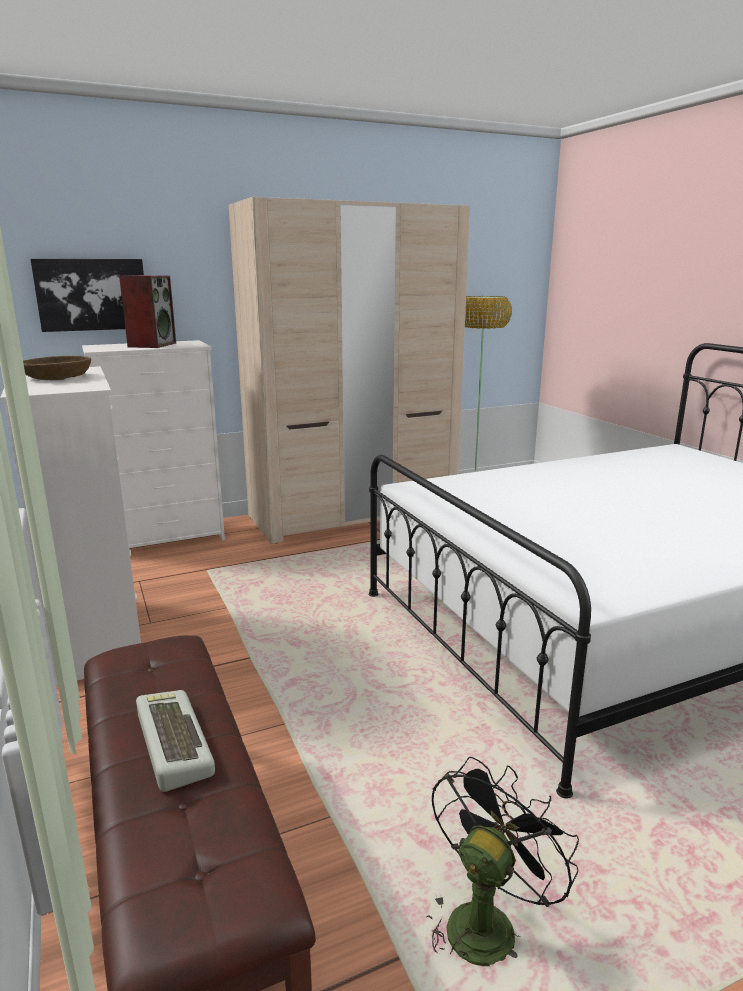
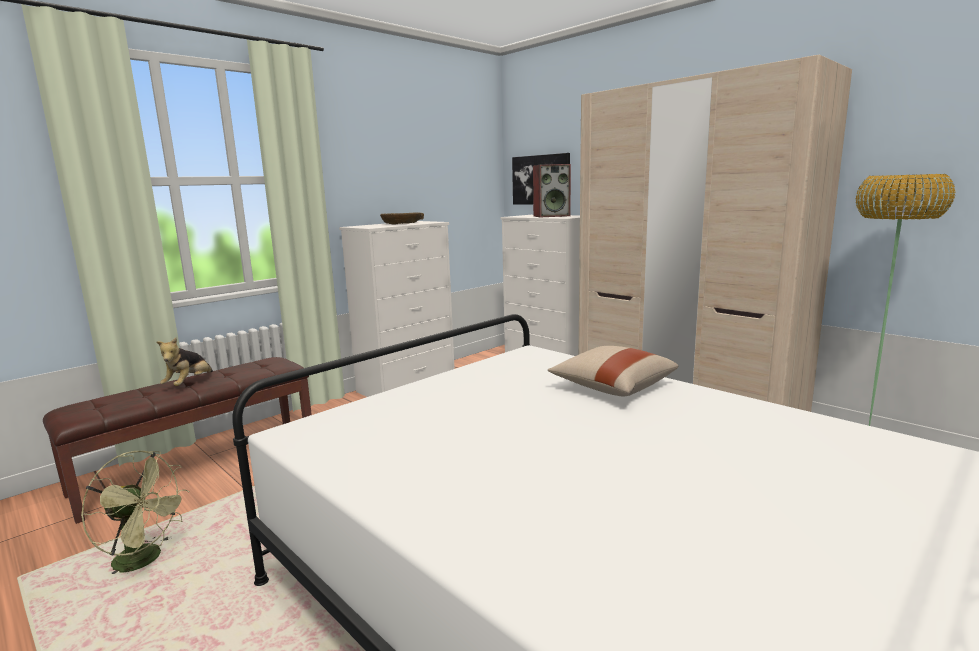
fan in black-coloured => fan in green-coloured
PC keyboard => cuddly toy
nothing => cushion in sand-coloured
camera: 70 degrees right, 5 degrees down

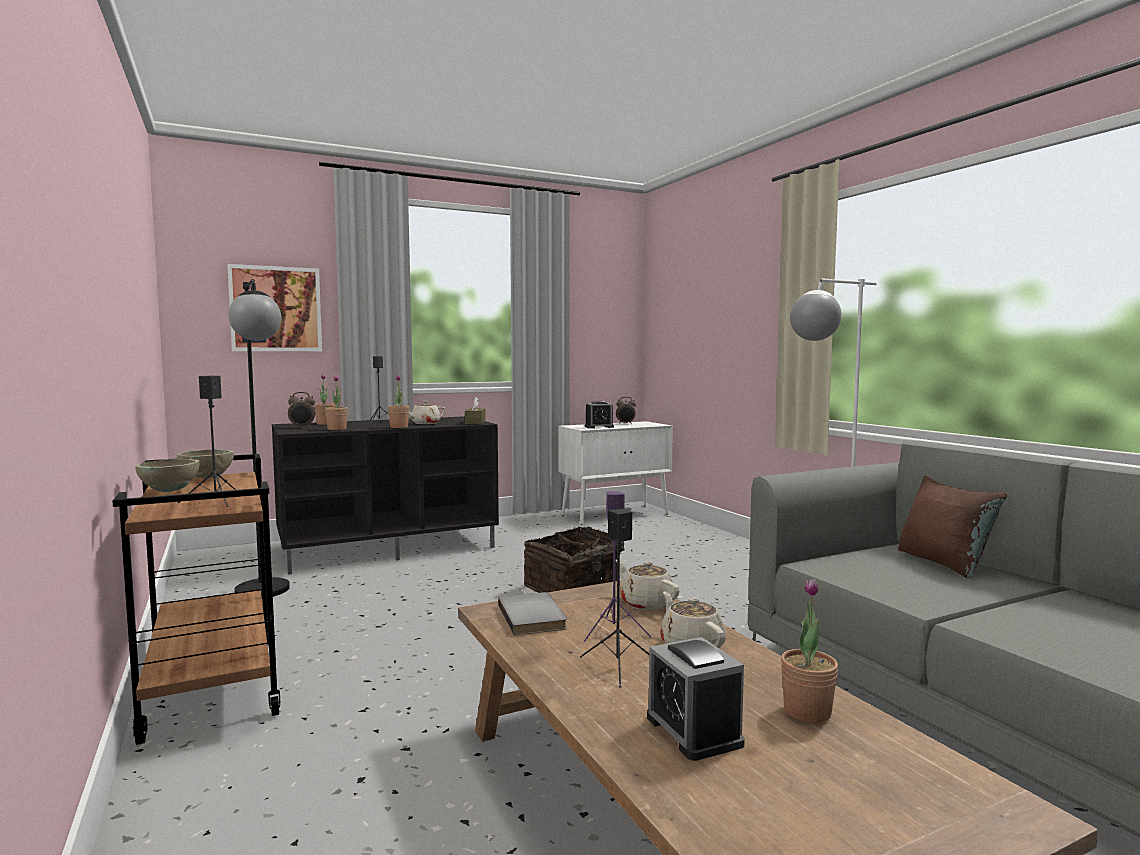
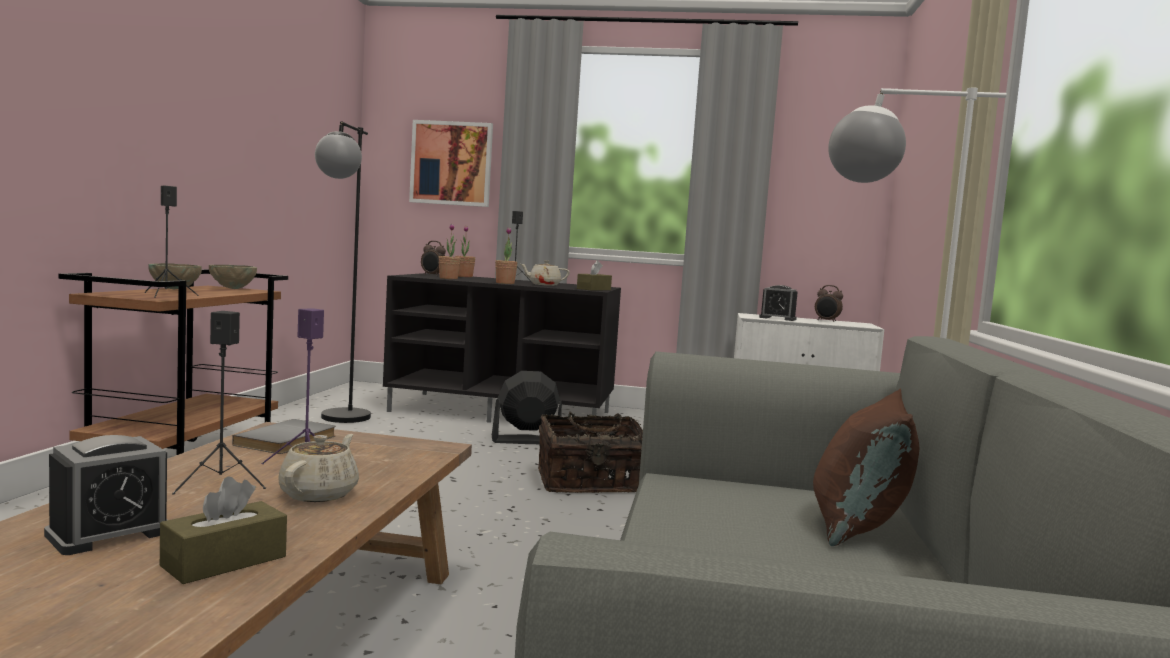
table clock (no. 4 from left in the first image) => table clock (no. 1 from left), 150 degrees counterclockwise
houseplant (no. 4 from left) => box of tissues in brown (no. 1 from left)
nothing => fan in black-coloured
tea pot in sand-coloured (no. 2 from left) => nothing
camera: 35 degrees right, 0 degrees up

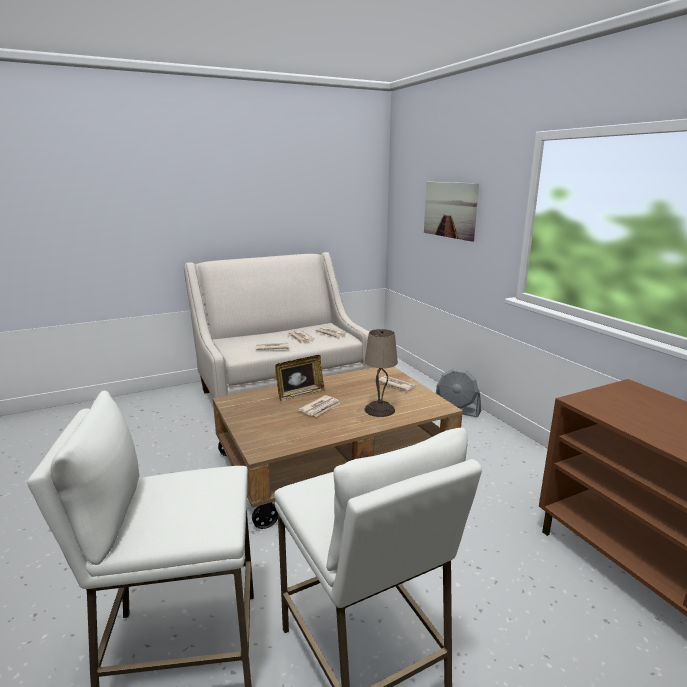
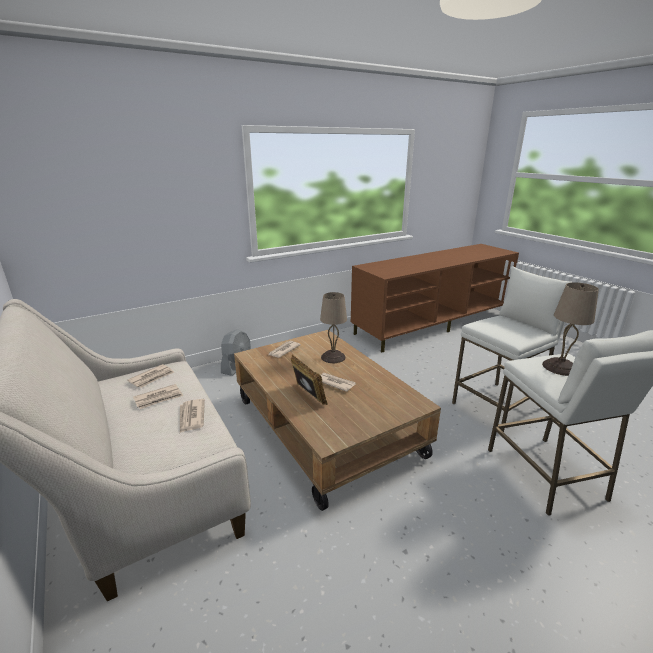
nothing => table lamp in sand-coloured (no. 2 from left)
picture => nothing
camera: 95 degrees left, 5 degrees up

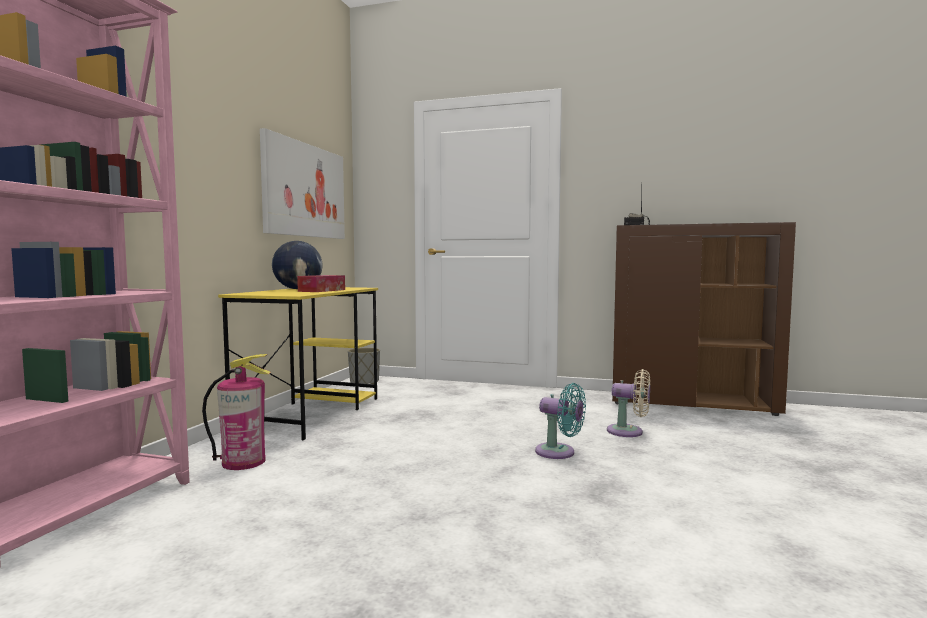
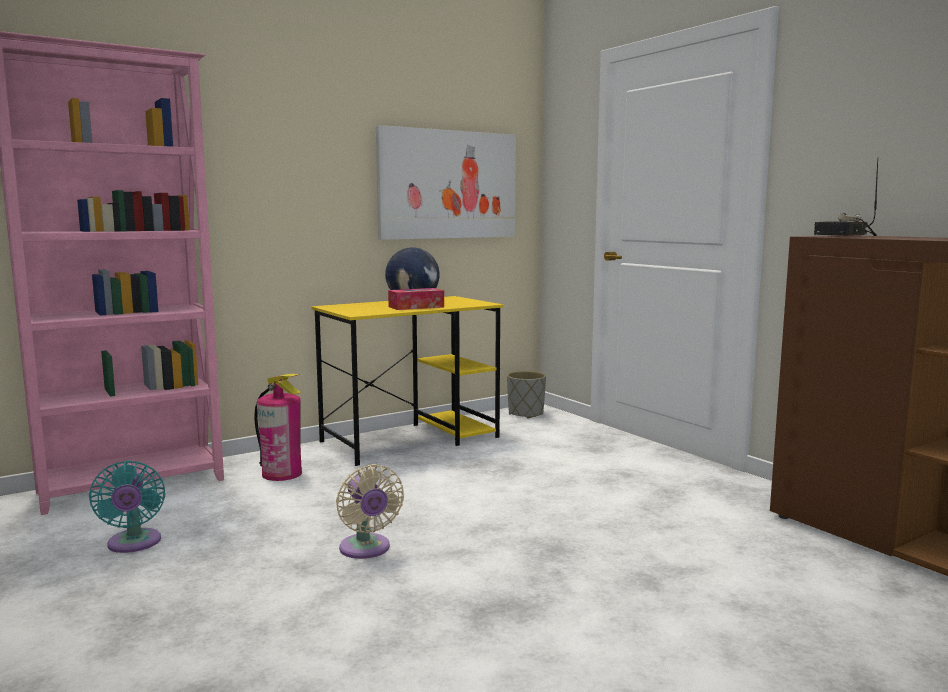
fan in blue-green, relocated
fan in sand-coloured, relocated
camera: 40 degrees right, 5 degrees up

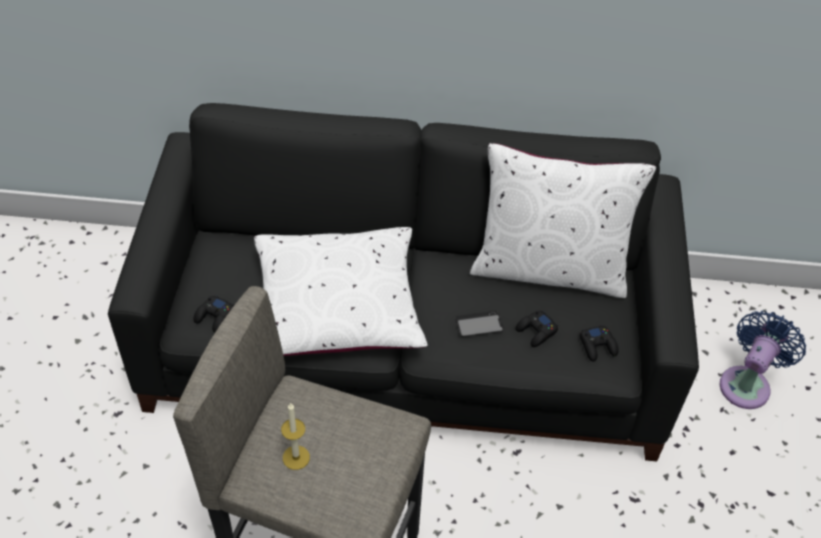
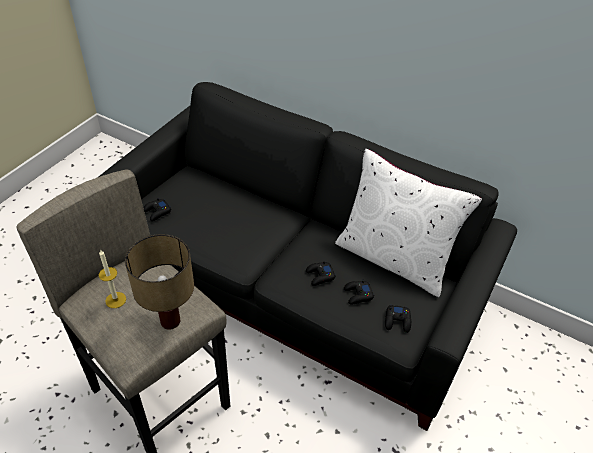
nothing => table lamp
phone => joypad in black-coloured (no. 2 from left)
cushion in white-coloured (no. 1 from left) => nothing
fan in blue-coloured => nothing
camera: 25 degrees right, 5 degrees down

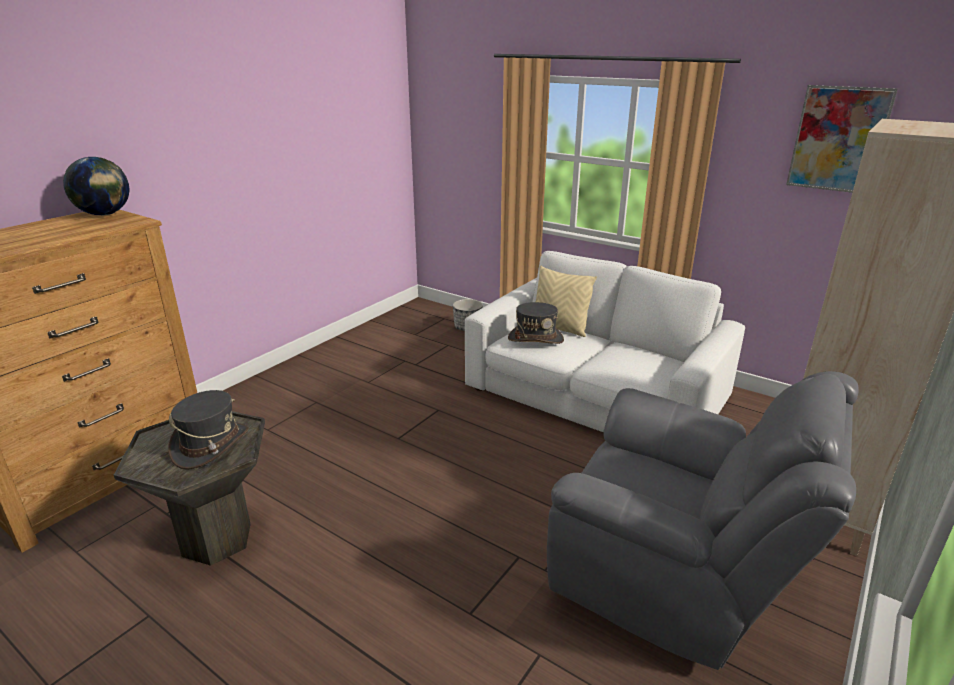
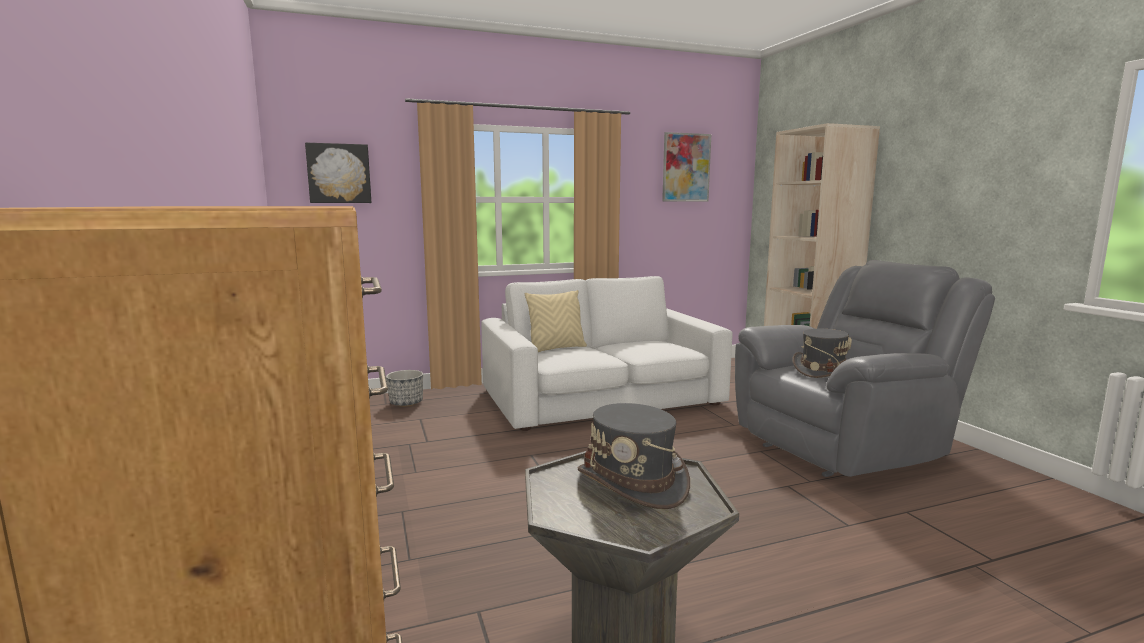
nothing => picture (no. 1 from left)
hat in greyish (no. 2 from left), relocated
globe => nothing
camera: 55 degrees left, 15 degrees down

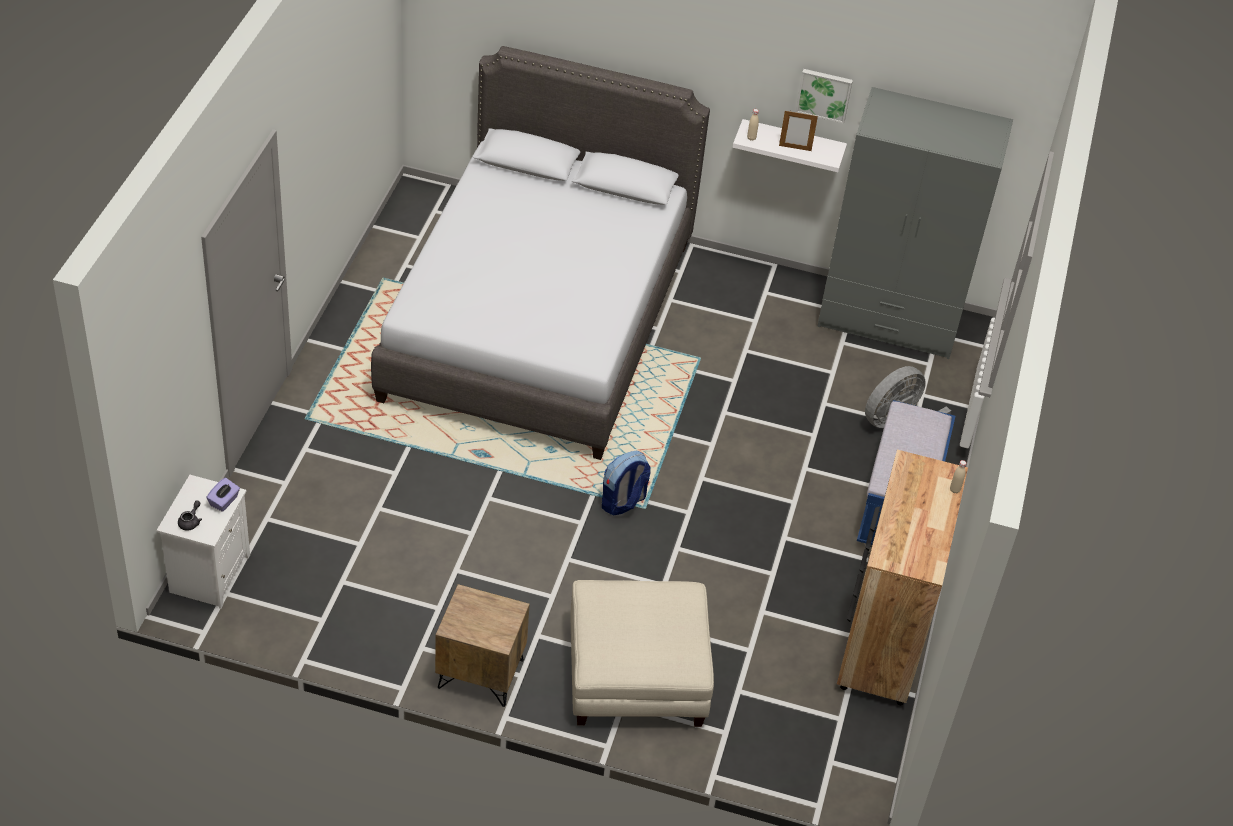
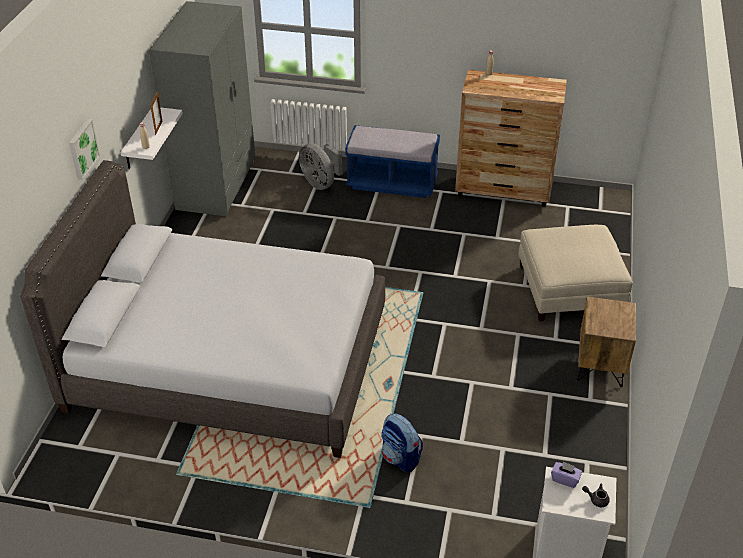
picture, relocated
knapsack, relocated
camera: 90 degrees left, 5 degrees down

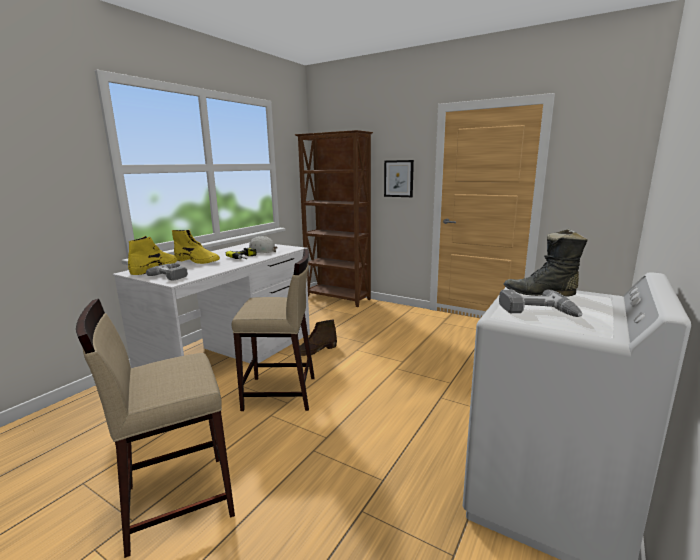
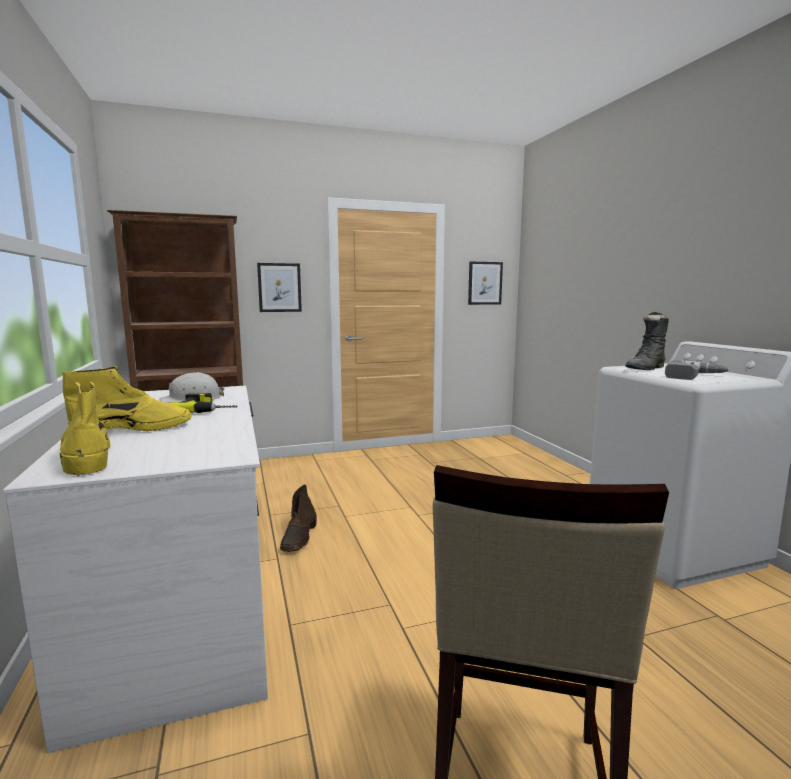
nothing => picture (no. 2 from left)
drill (no. 1 from left) => nothing
sitting stool in sand-coloured (no. 2 from left) => nothing
camera: 50 degrees left, 5 degrees down

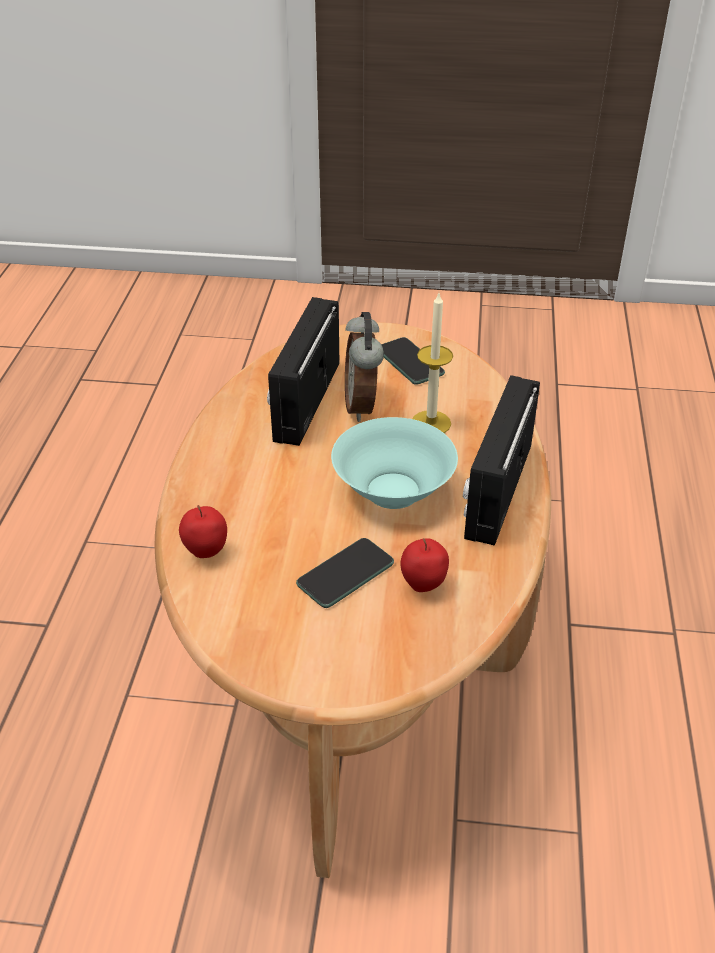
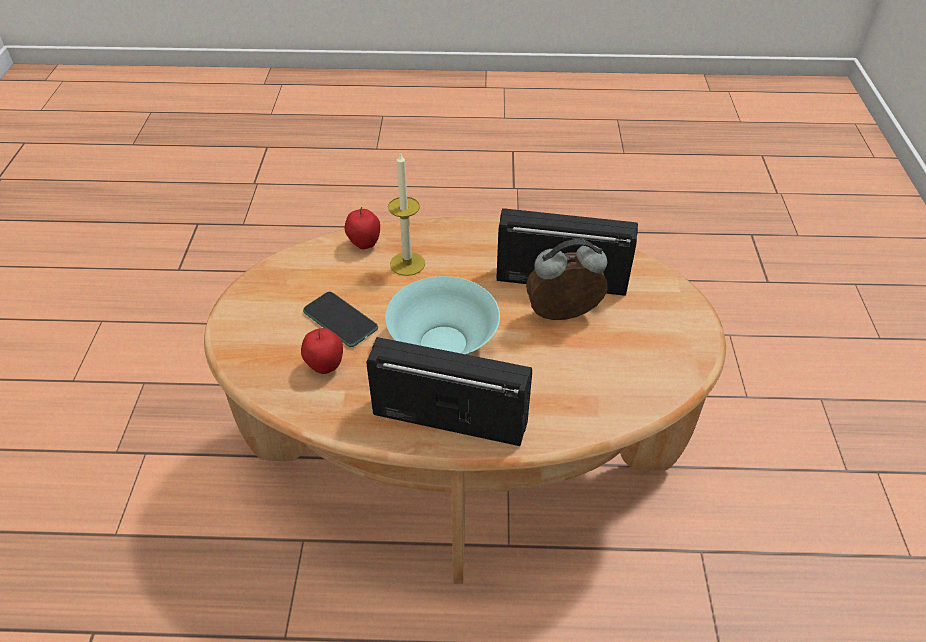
wax light, relocated
phone (no. 2 from left) => nothing
camera: 85 degrees right, 5 degrees up

